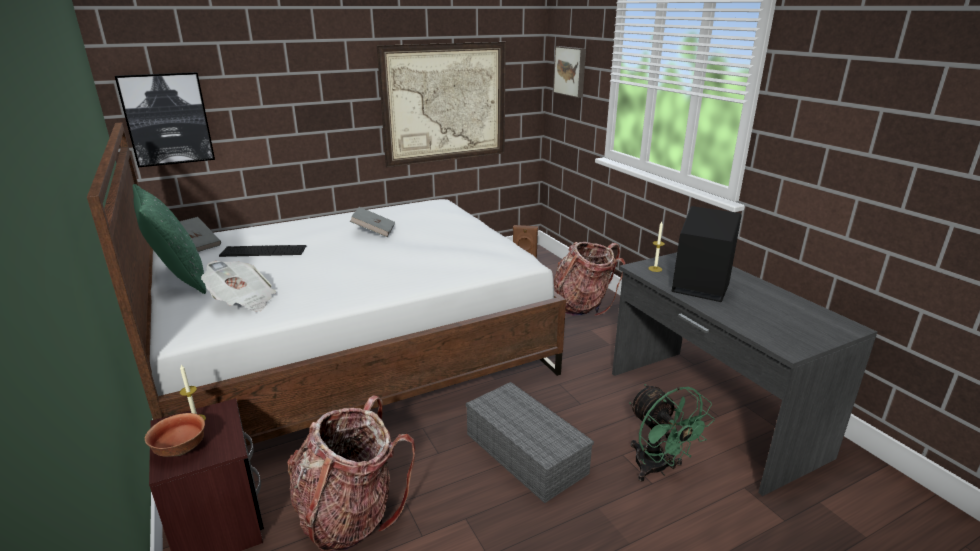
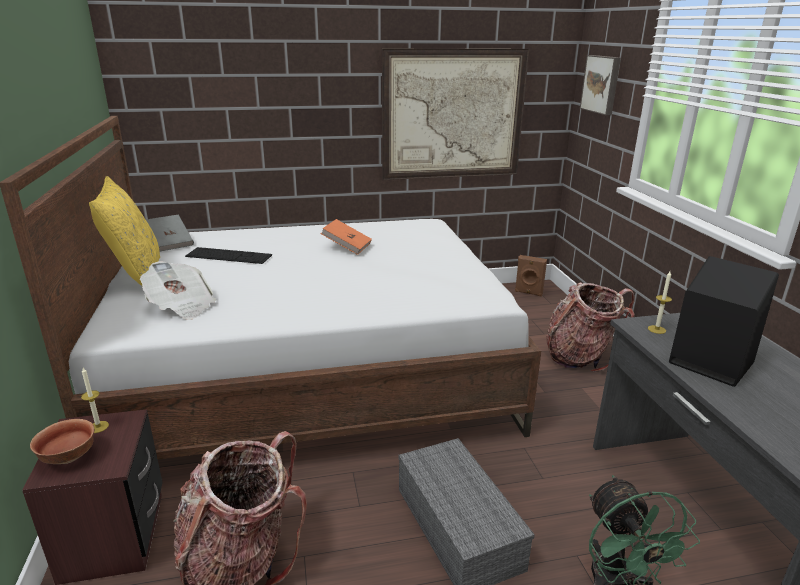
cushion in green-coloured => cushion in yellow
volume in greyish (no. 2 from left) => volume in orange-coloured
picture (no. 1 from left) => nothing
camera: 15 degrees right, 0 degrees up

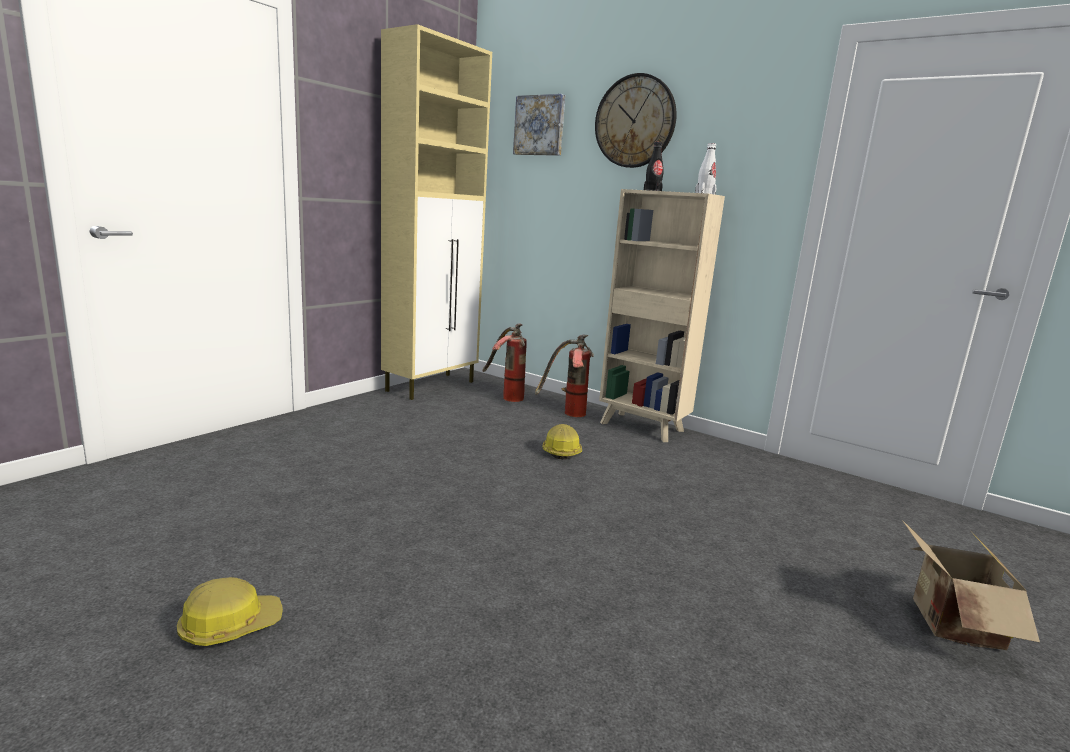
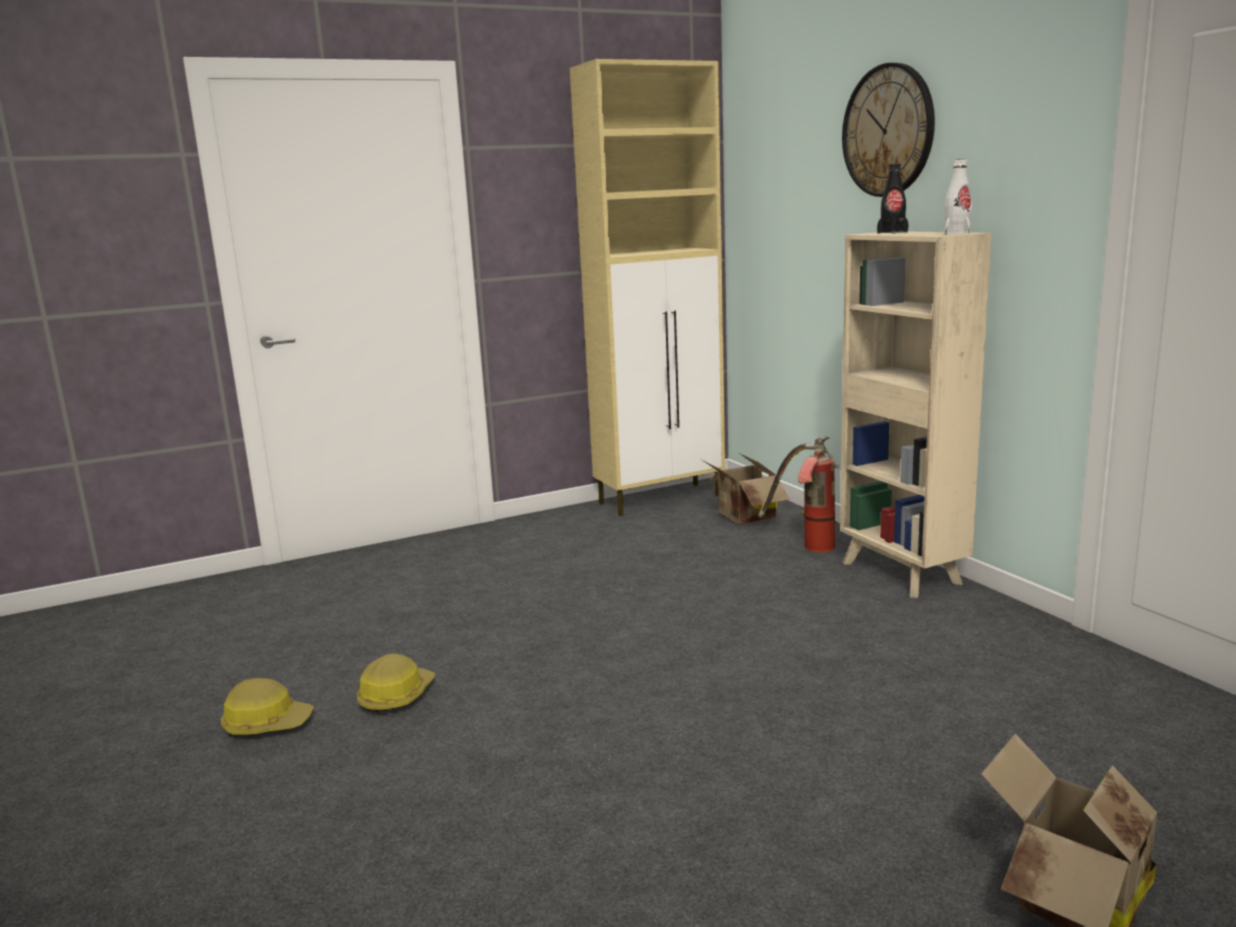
work helmet (no. 2 from left), relocated
fire extinguisher (no. 1 from left) => cardboard box (no. 1 from left)
picture => nothing
camera: 30 degrees right, 0 degrees up

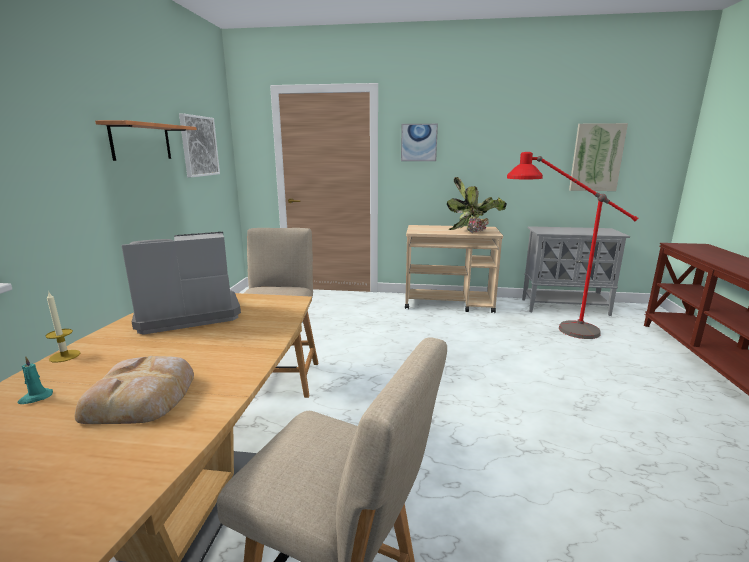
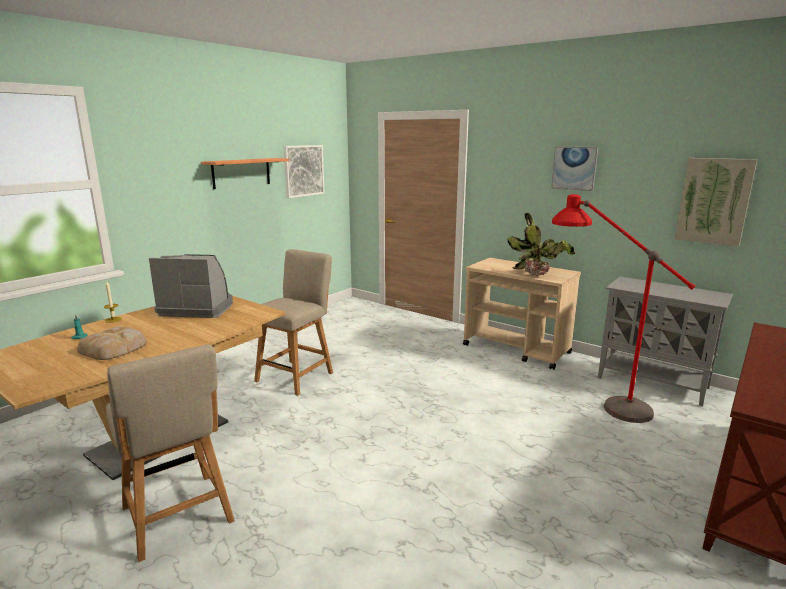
picture (no. 2 from left), relocated
camera: 30 degrees right, 0 degrees up

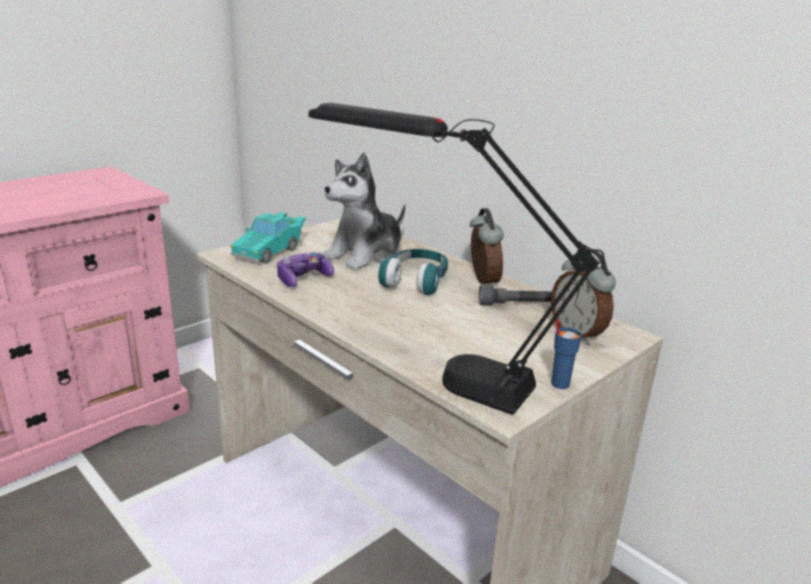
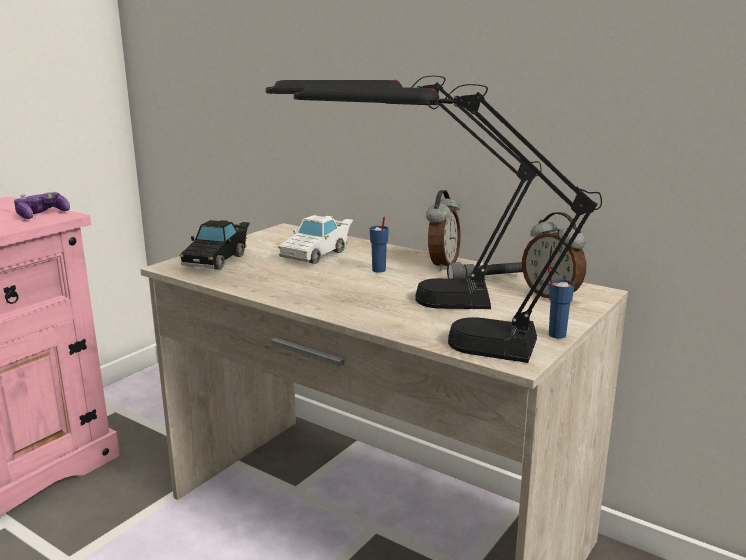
joypad, relocated
miniature car in blue-green => miniature car in black-coloured
nothing => table lamp in black-coloured (no. 1 from left)
cuddly toy => miniature car in white-coloured
headset in blue-green => drinking cup in blue-coloured (no. 1 from left)
table clock (no. 1 from left), 45 degrees clockwise
camera: 10 degrees left, 5 degrees down

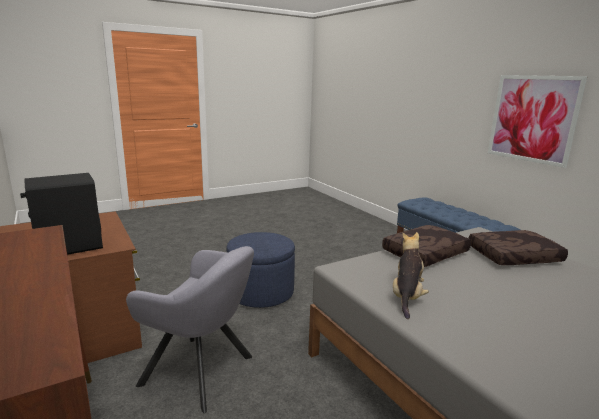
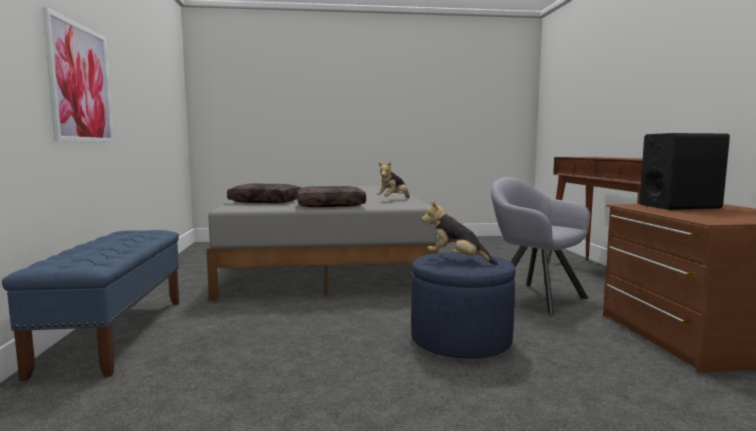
nothing => cuddly toy (no. 2 from left)
camera: 155 degrees left, 10 degrees down

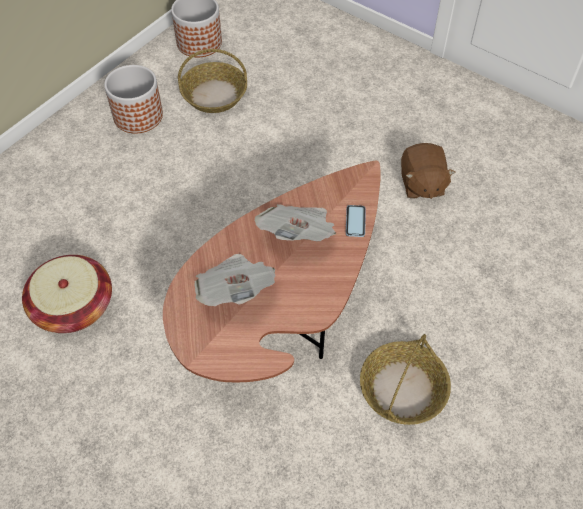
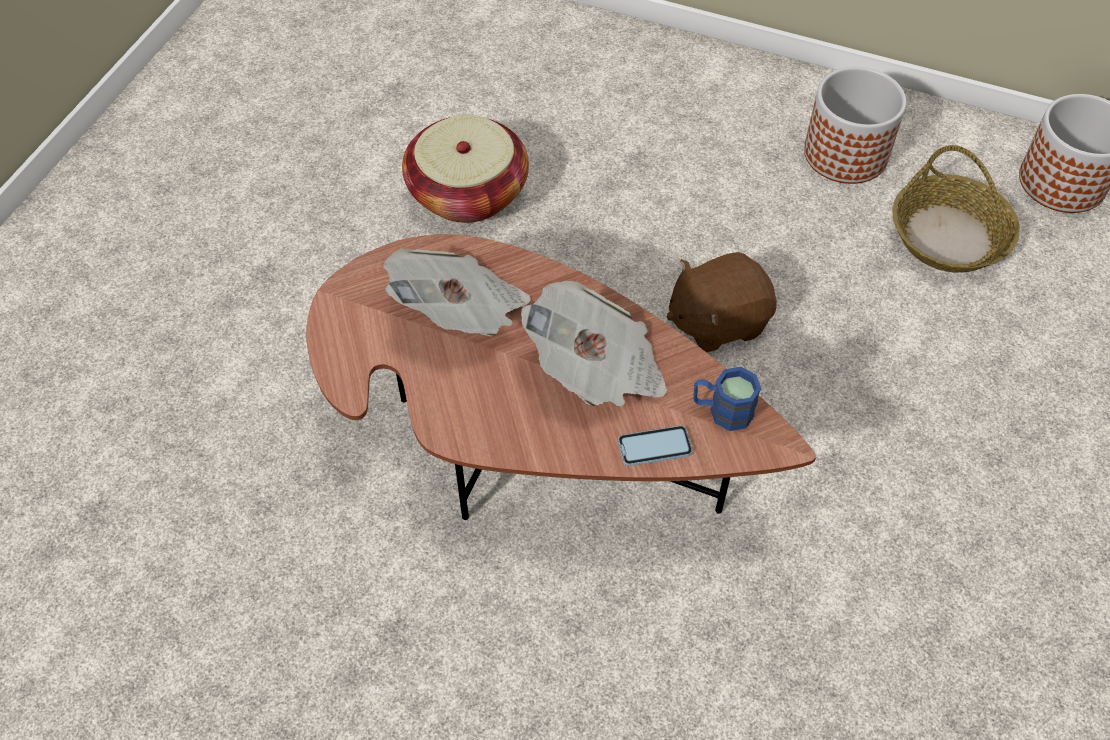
cuddly toy in brown, relocated
nothing => coffee mug in blue-coloured
household basket (no. 3 from left) => nothing
camera: 75 degrees right, 0 degrees up

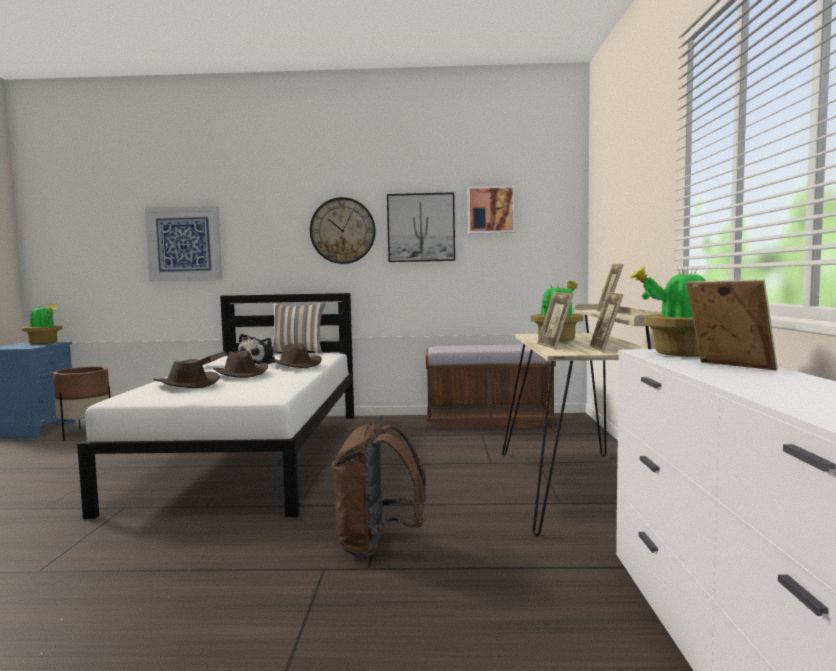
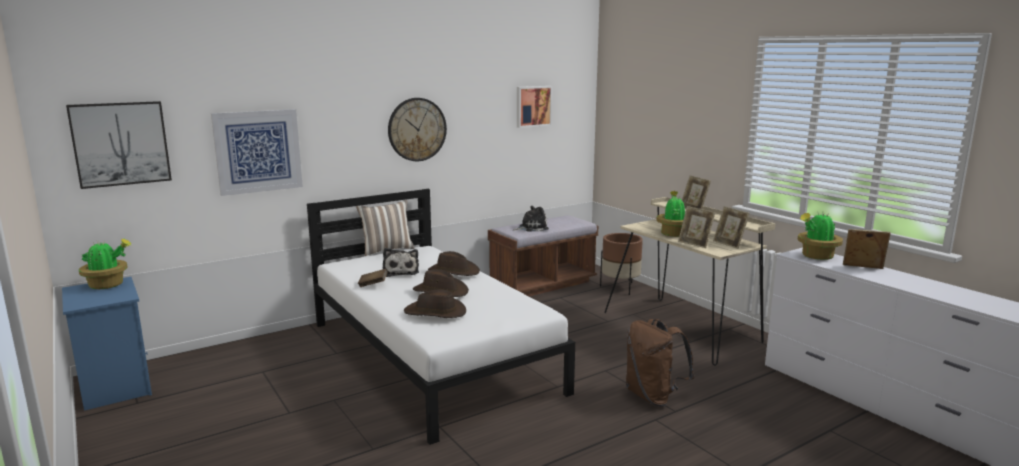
picture (no. 2 from left in the first image) => picture (no. 1 from left), relocated
nothing => cuddly toy (no. 2 from left)
planter in brown, relocated
camera: 35 degrees left, 10 degrees up

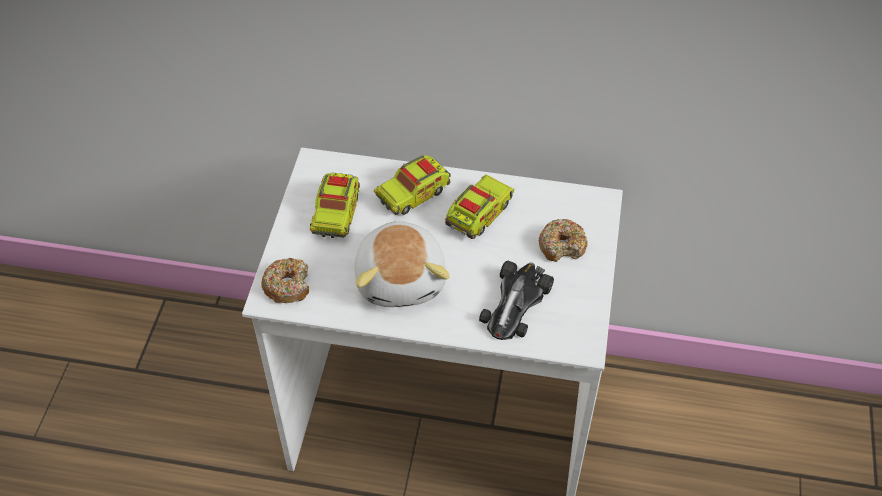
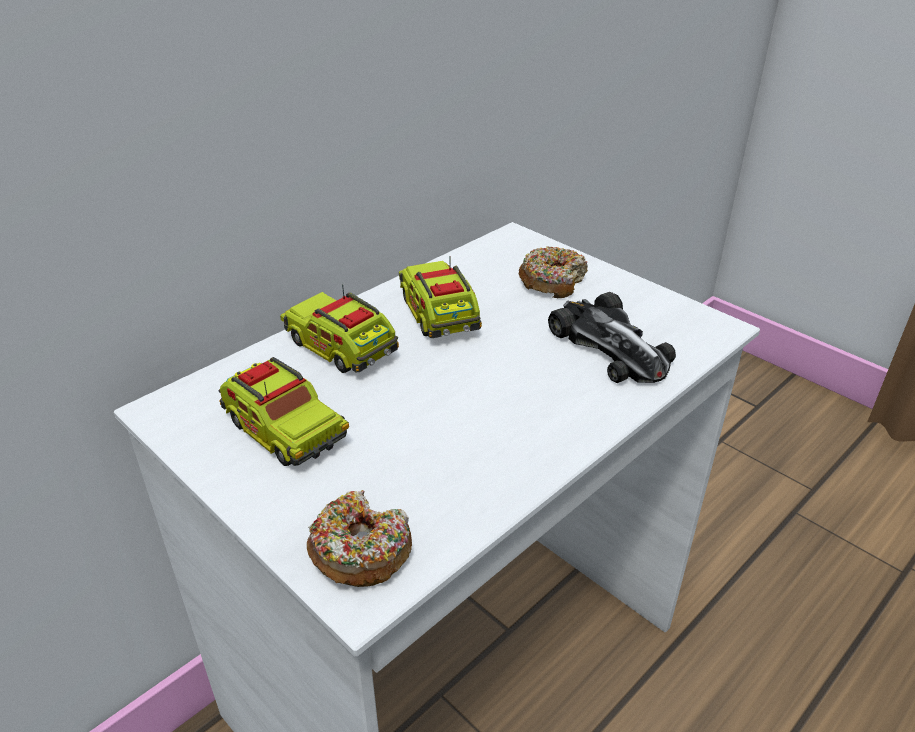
toy truck (no. 2 from left), 135 degrees clockwise
cuddly toy => nothing
camera: 55 degrees left, 15 degrees down

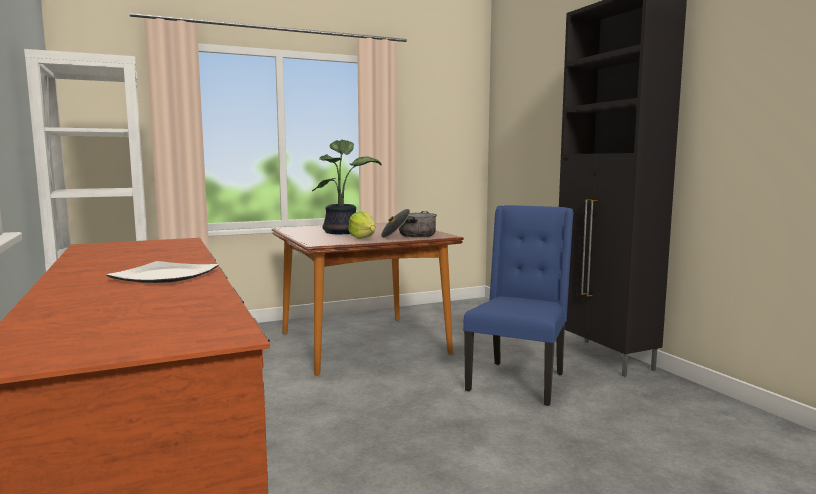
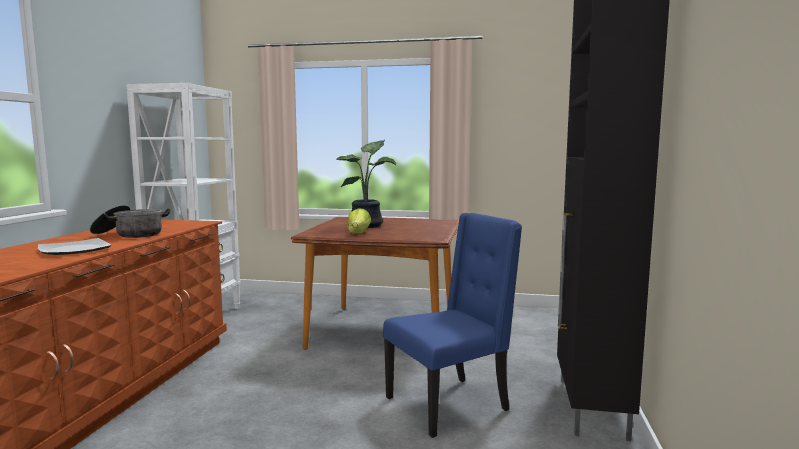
cooking pot, relocated
camera: 35 degrees right, 0 degrees up

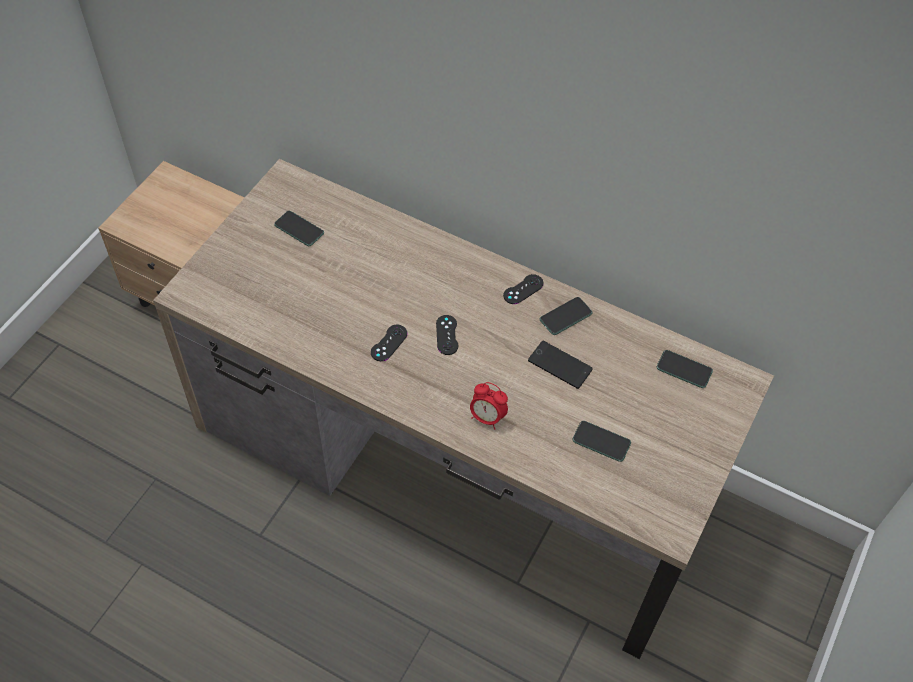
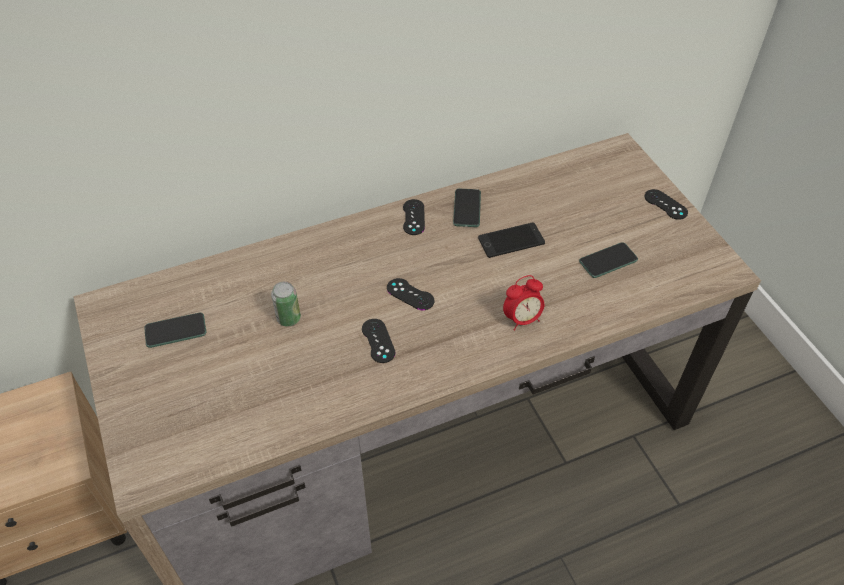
nothing => metal can
nothing => joypad in black-coloured (no. 4 from left)
phone (no. 5 from left) => nothing
camera: 50 degrees left, 5 degrees down

